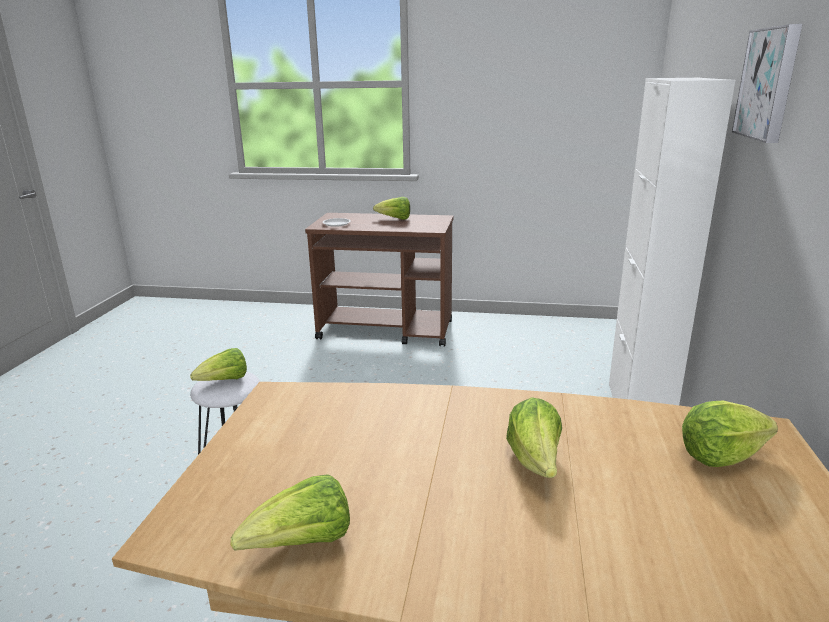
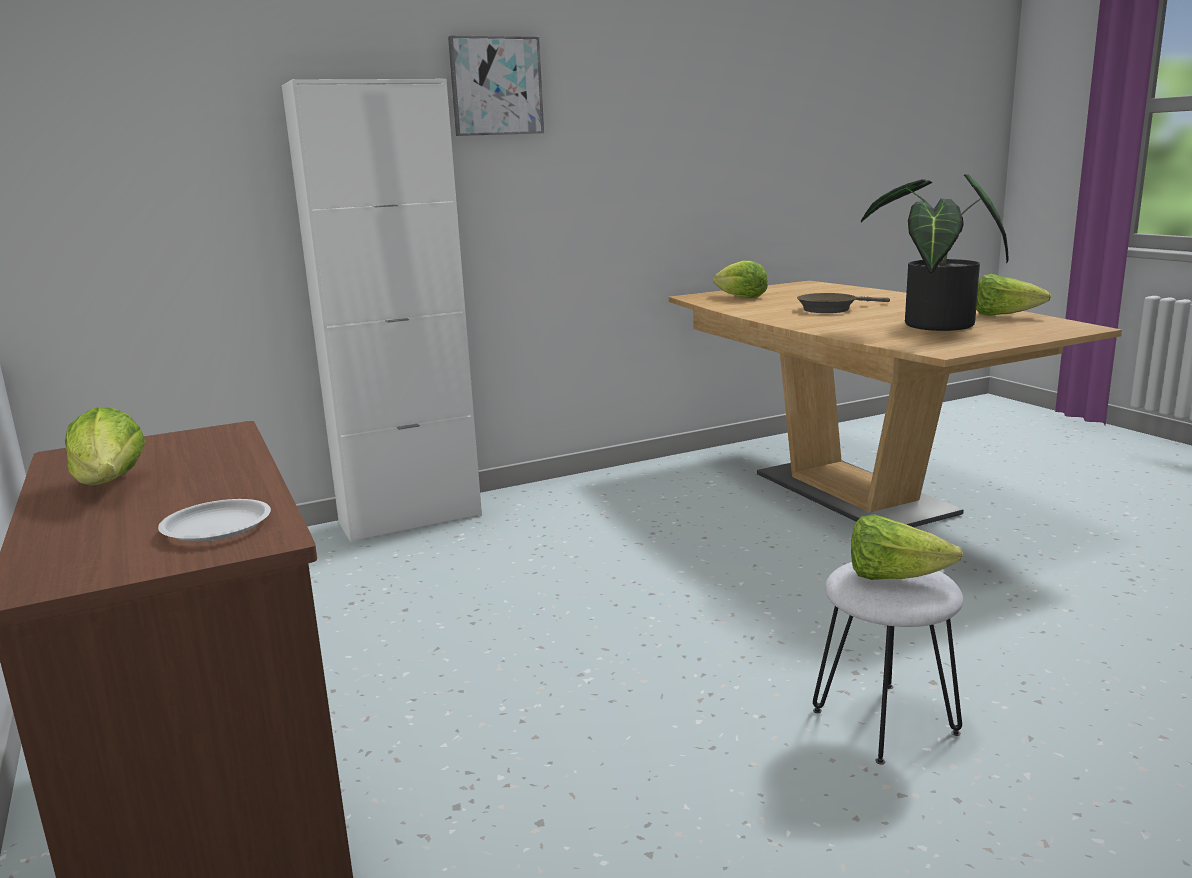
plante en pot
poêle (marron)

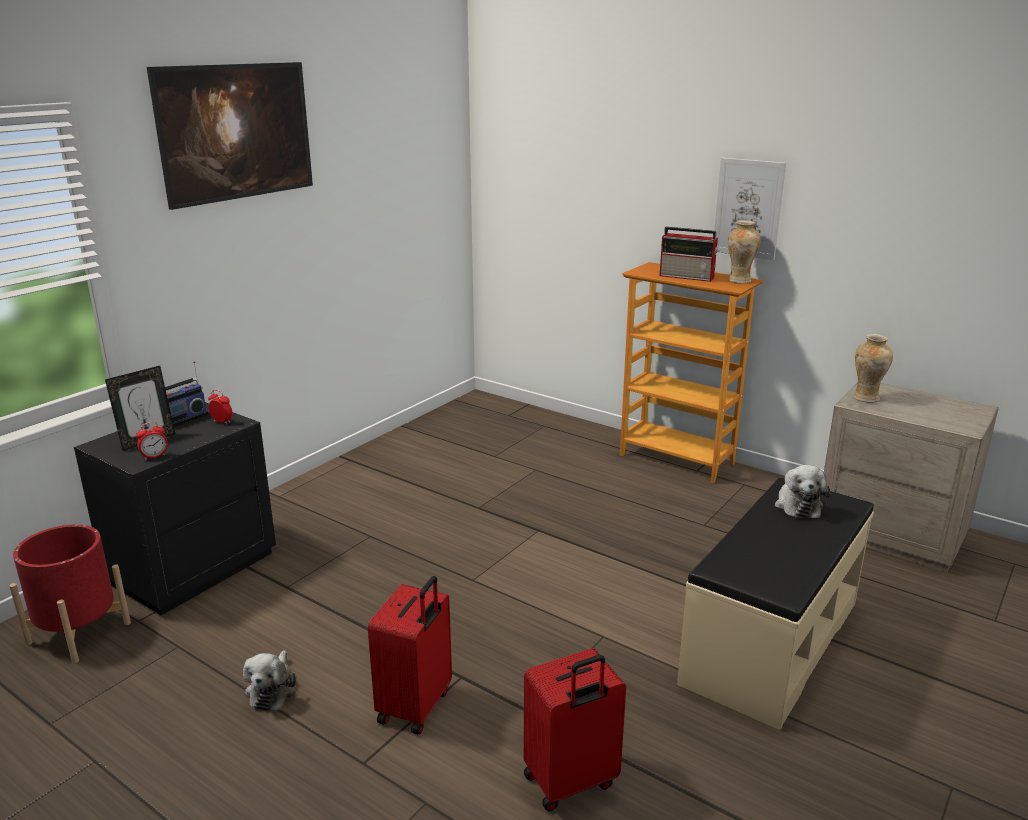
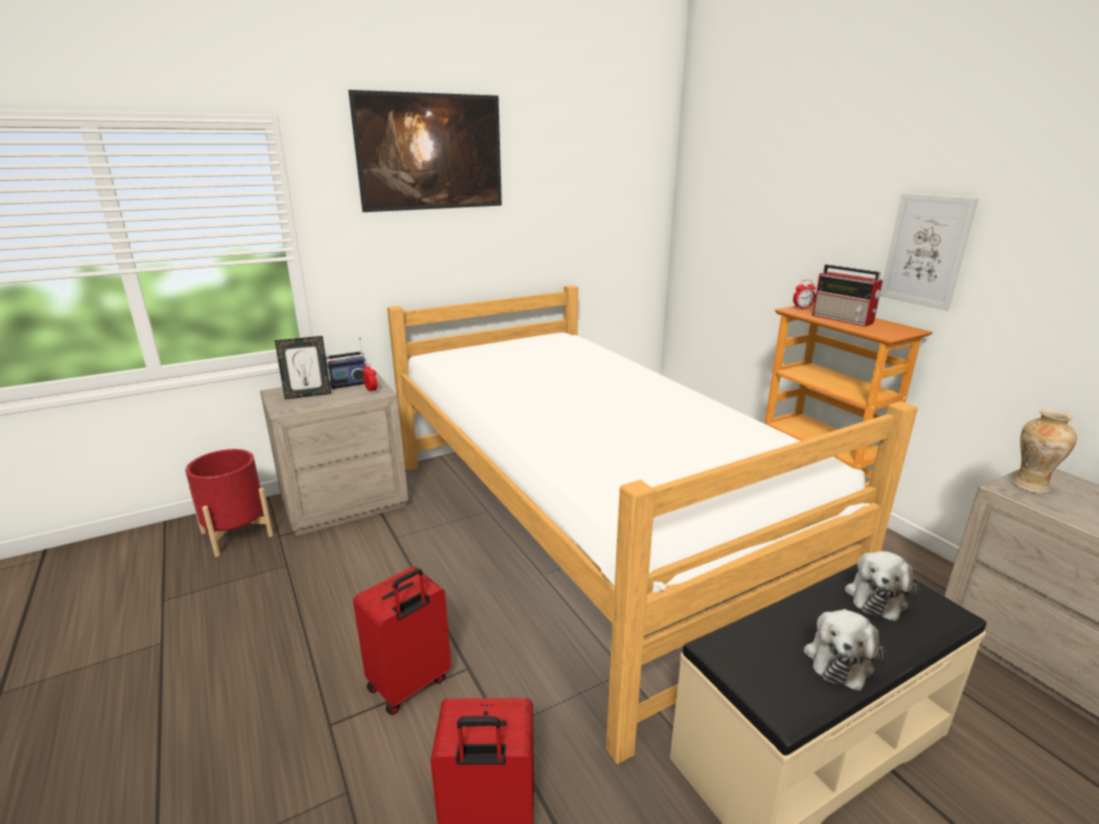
vase (1st from left in the first image)
lit
réveil (2nd from left)
peluche (1st from left)
table de chevet (beige) (1st from left)

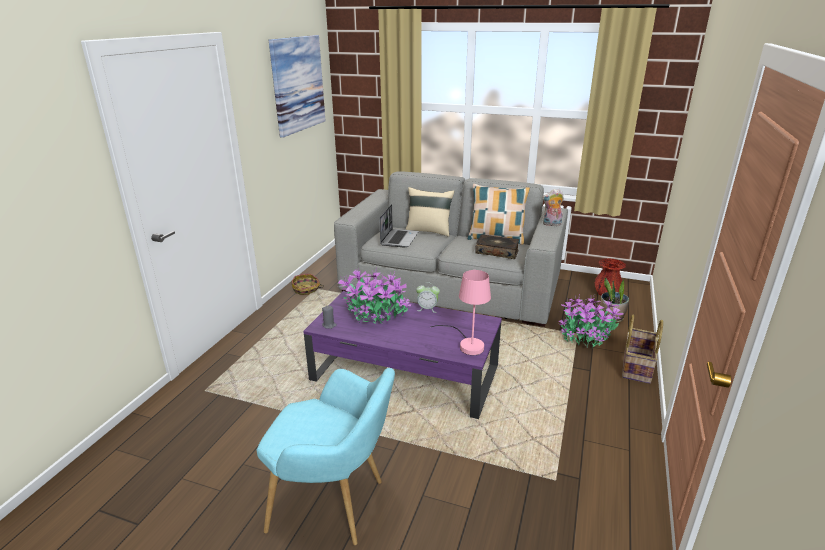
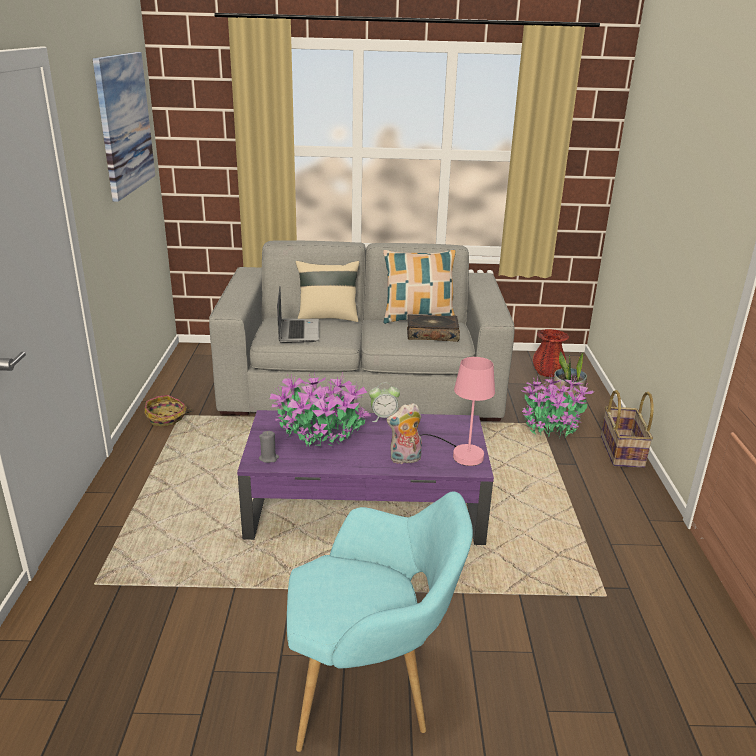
peluche

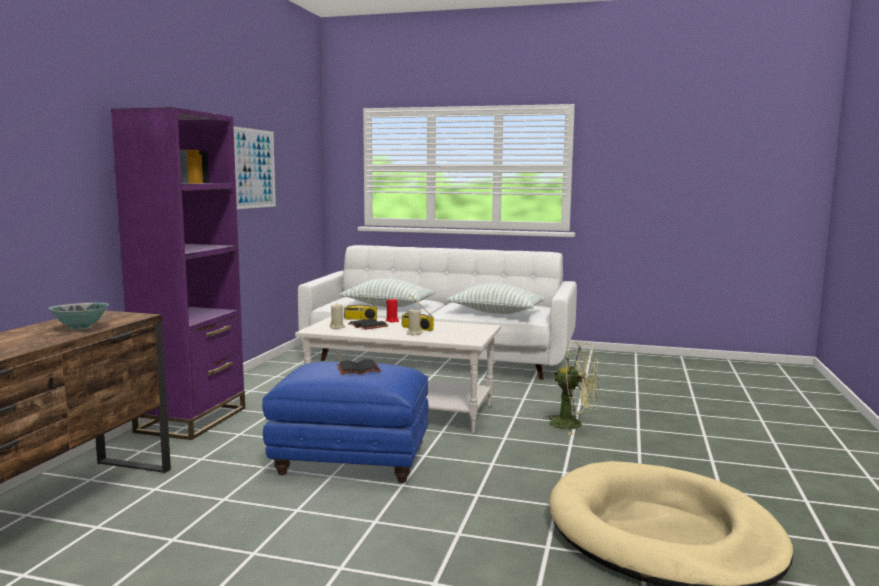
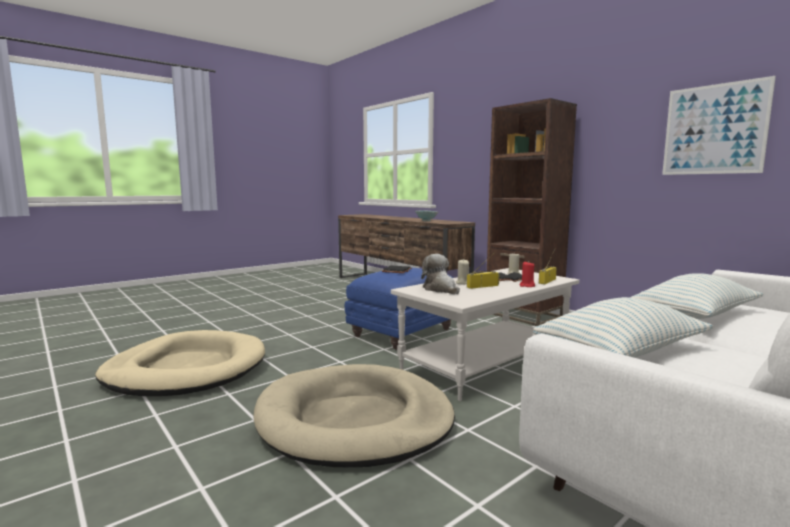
peluche
panier pour chien (beige) (2nd from left)
bibliothèque (marron)

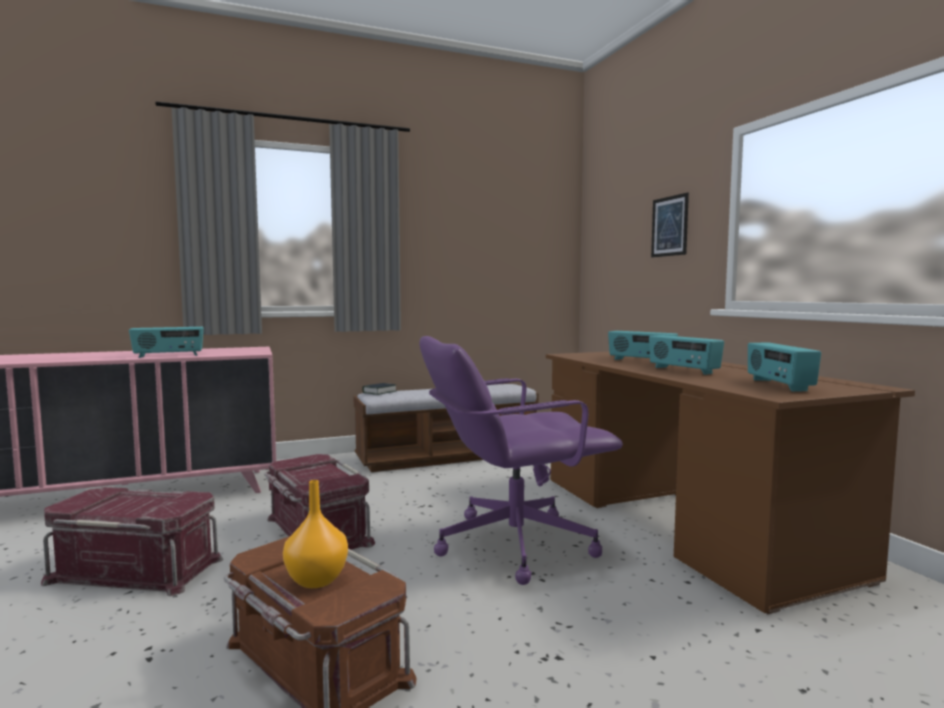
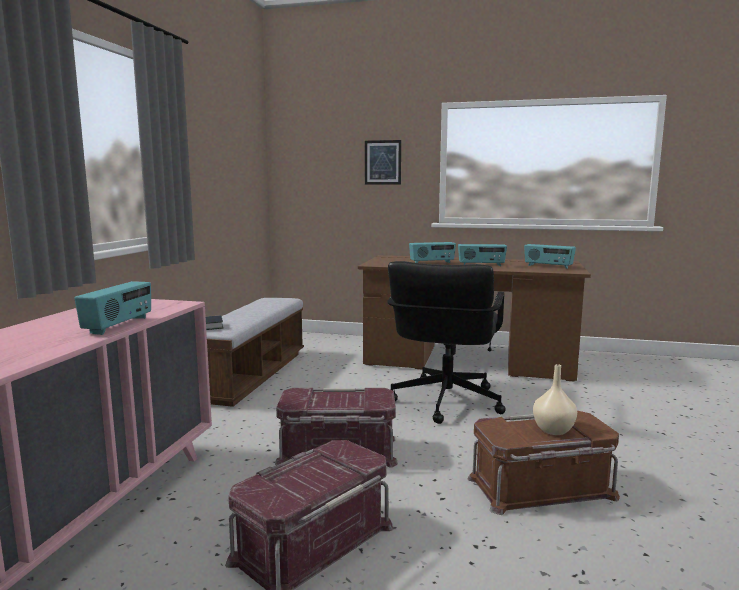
vase (beige)
chaise de bureau (noir)

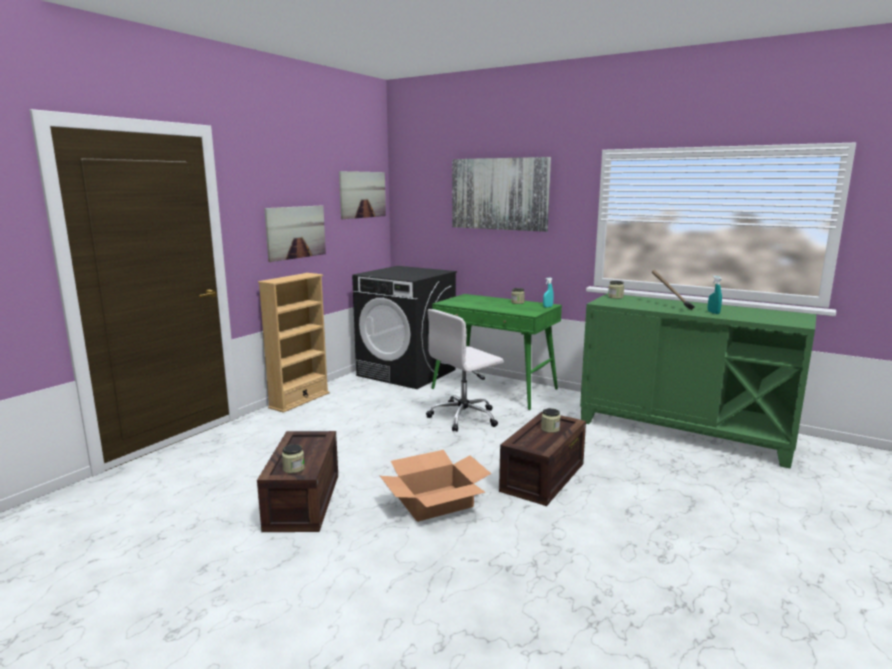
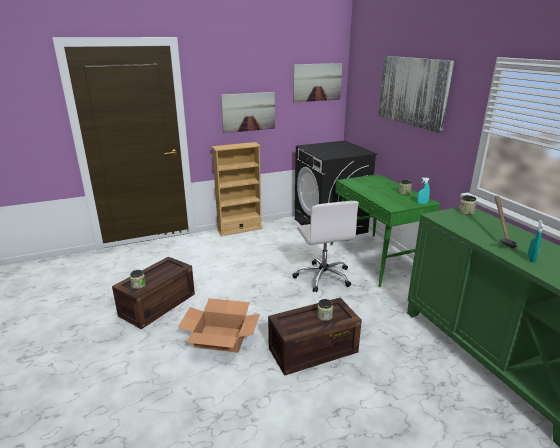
chaise de bureau (blanc)

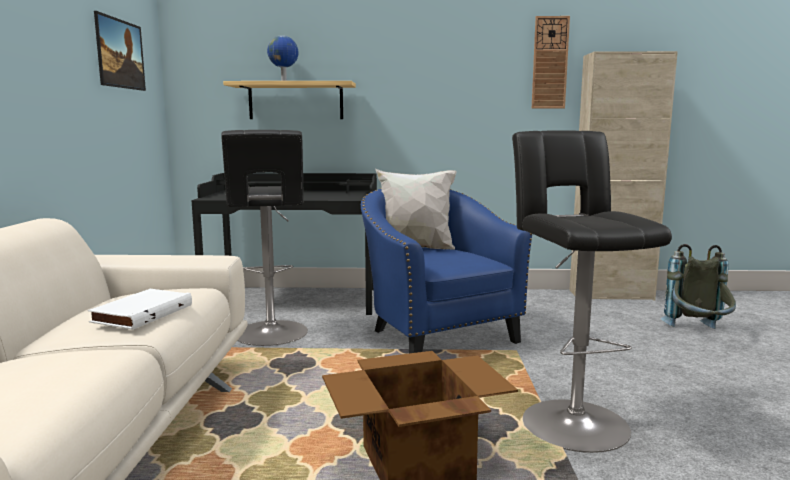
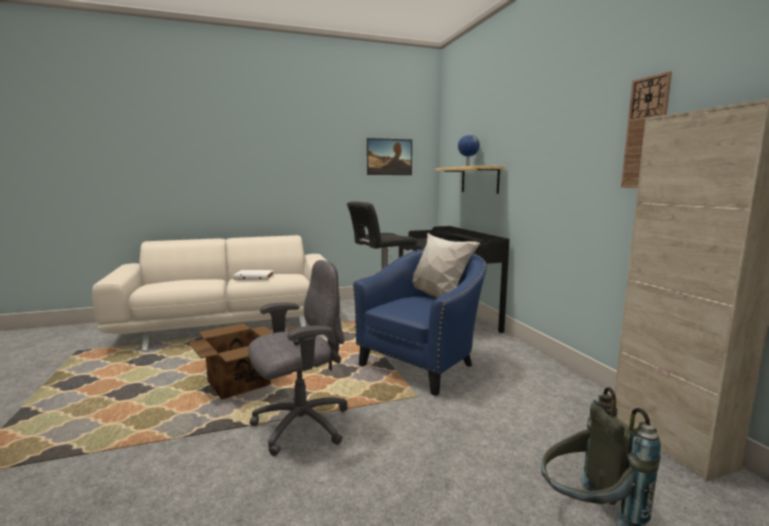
chaise de bureau (gris)

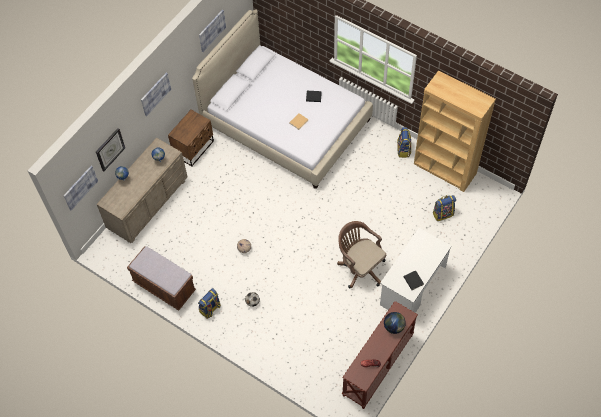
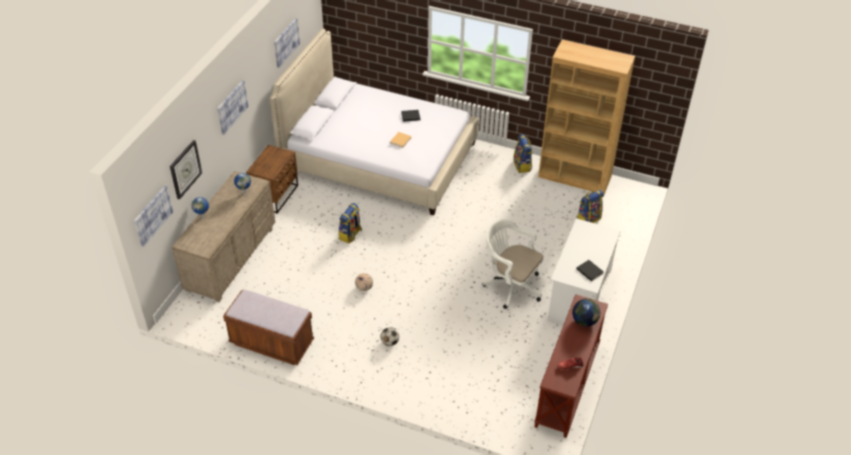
sac à dos (1st from left)
chaise de bureau (blanc)

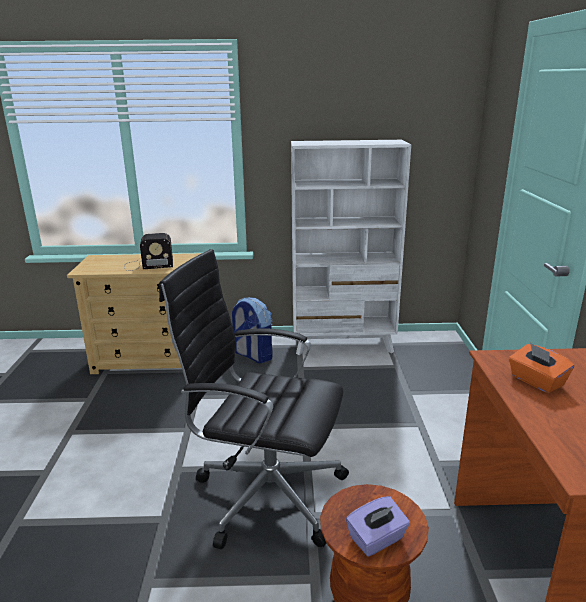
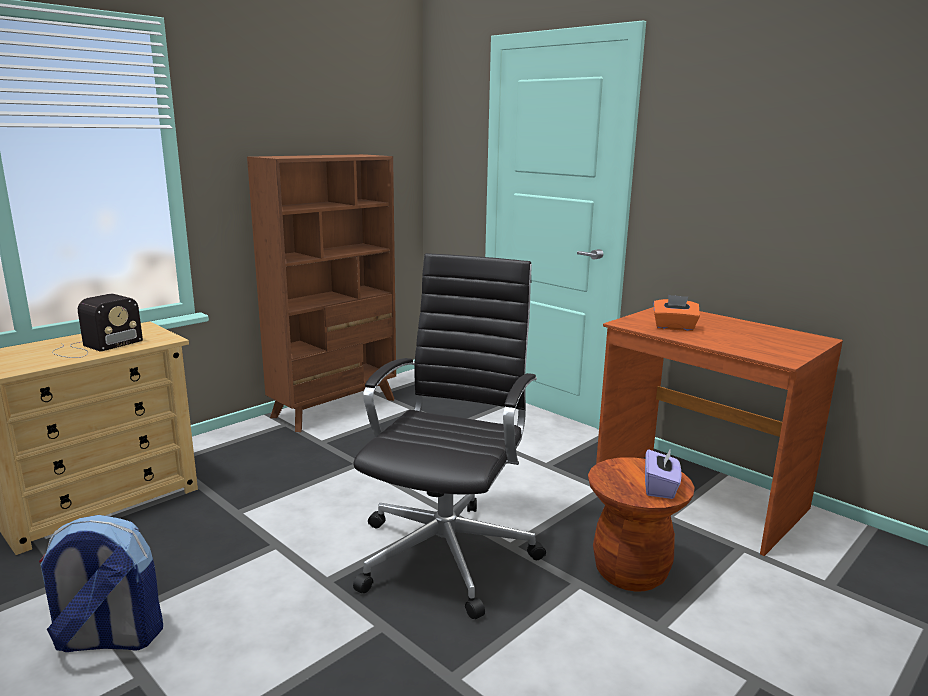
sac à dos
bibliothèque (marron)
chaise de bureau (noir)

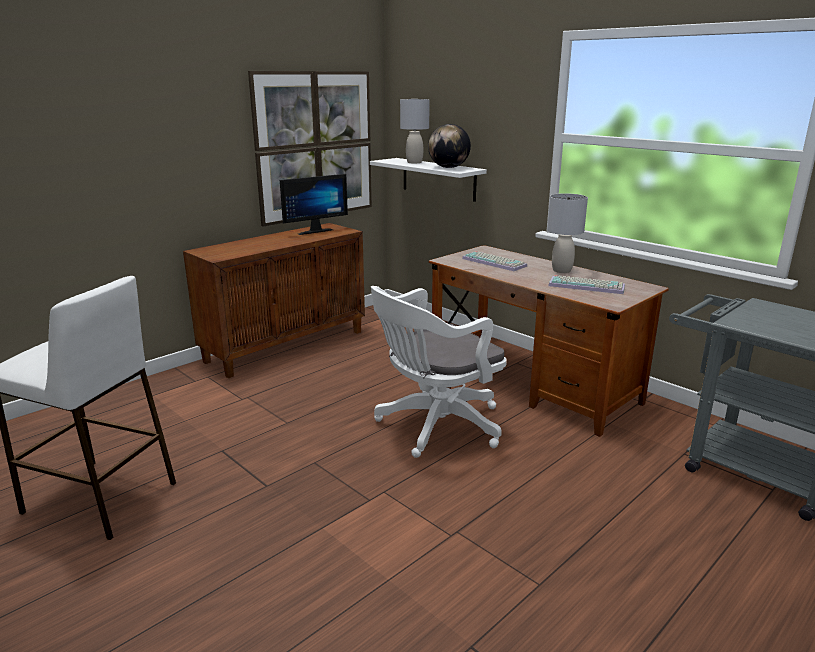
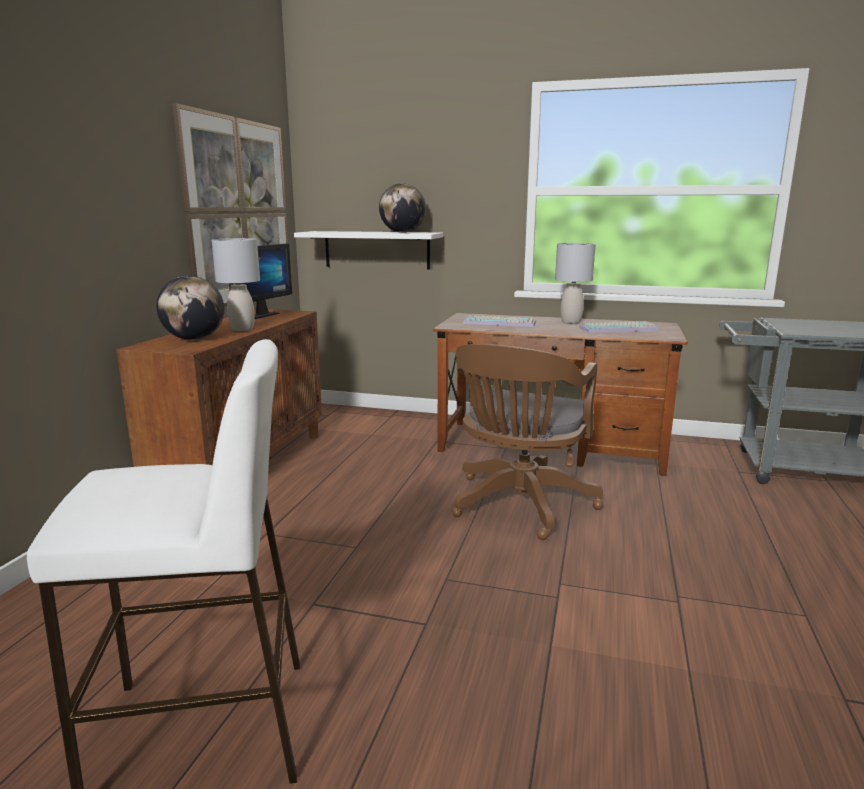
globe (1st from left)
lampe de table (gris) (1st from left)
chaise de bureau (marron)

